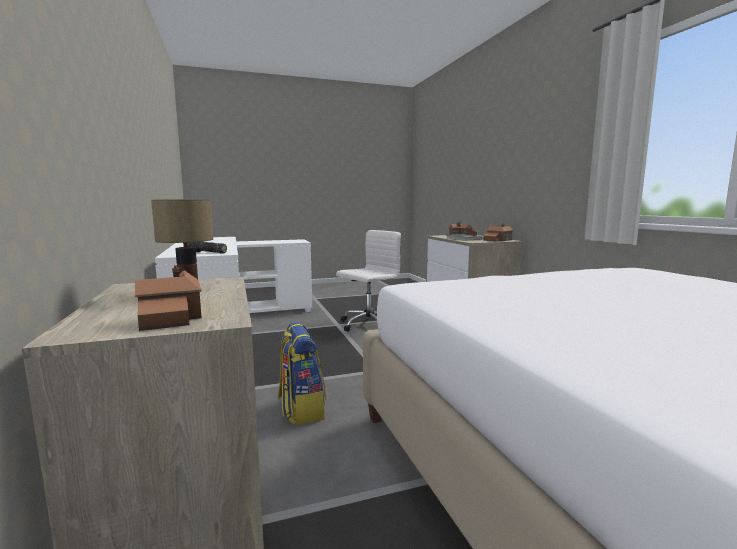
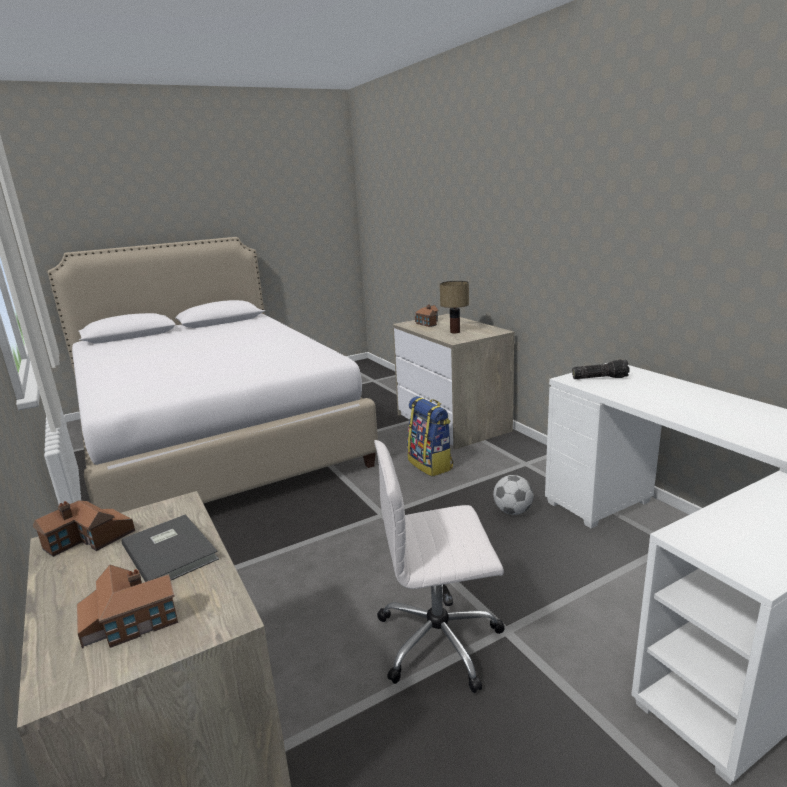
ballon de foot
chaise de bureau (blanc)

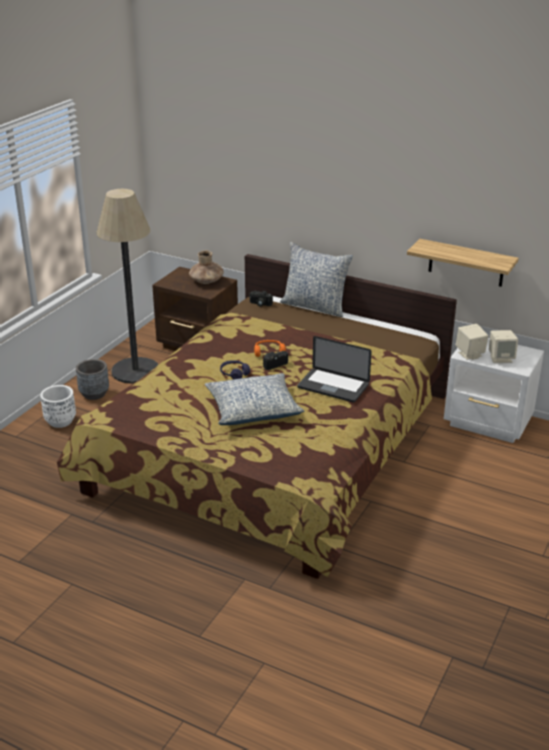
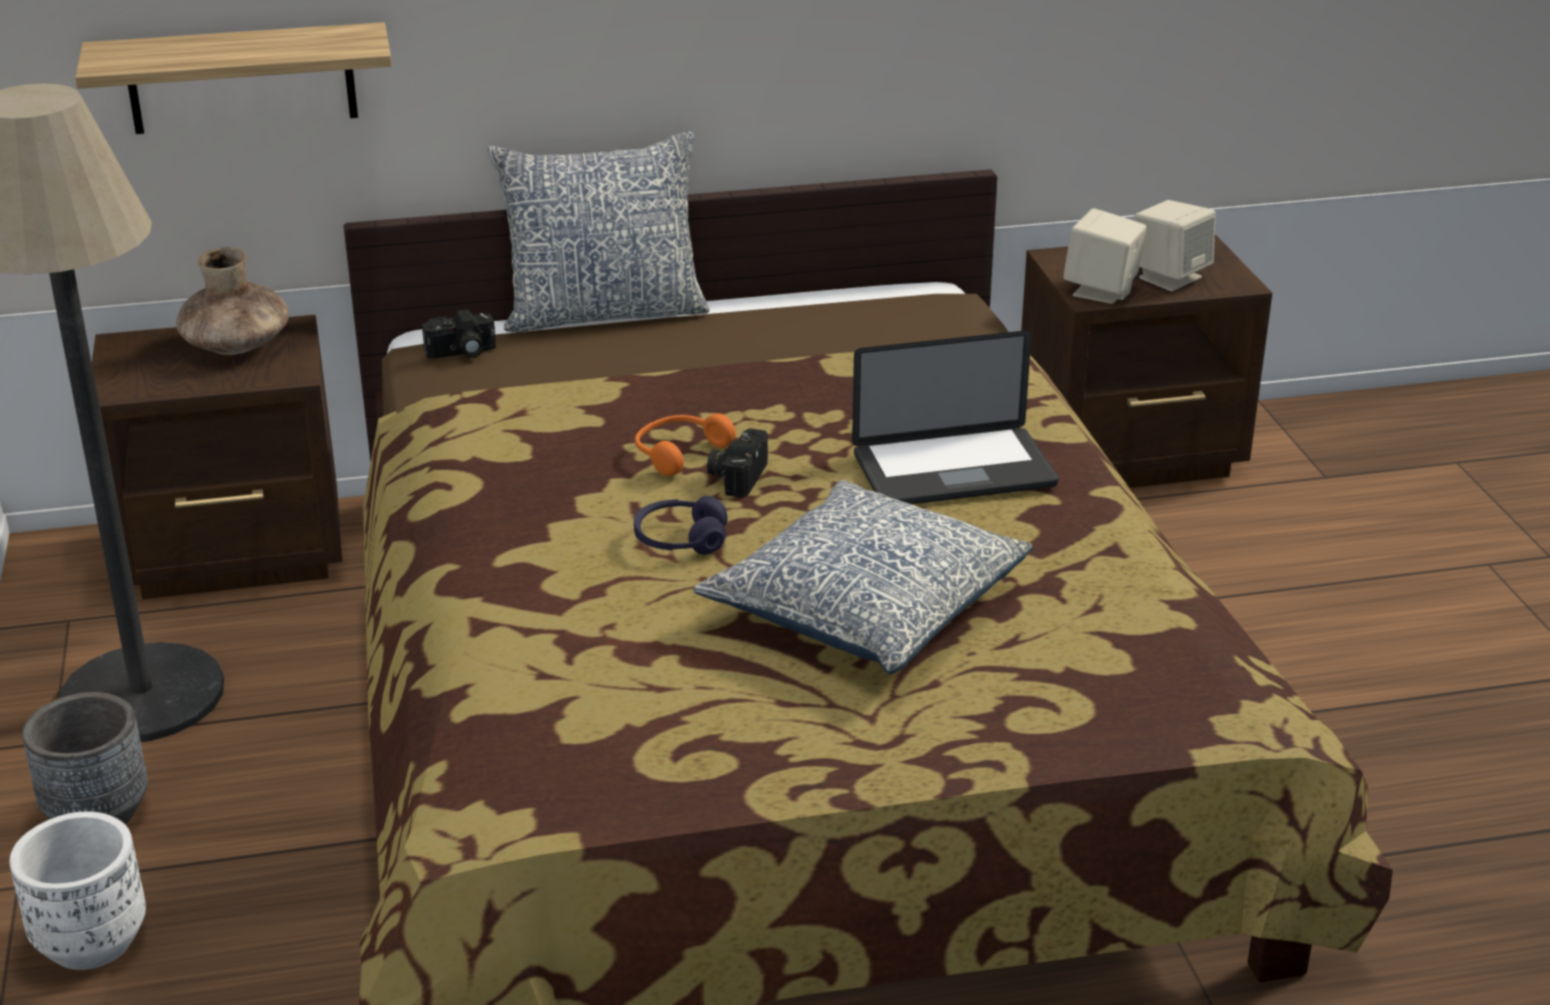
étagère
table de chevet (marron) (2nd from left)

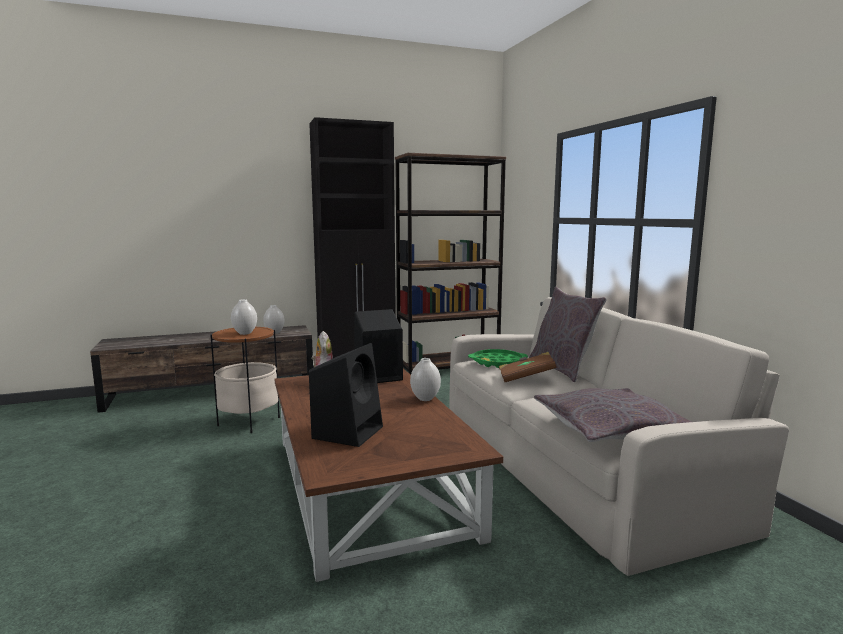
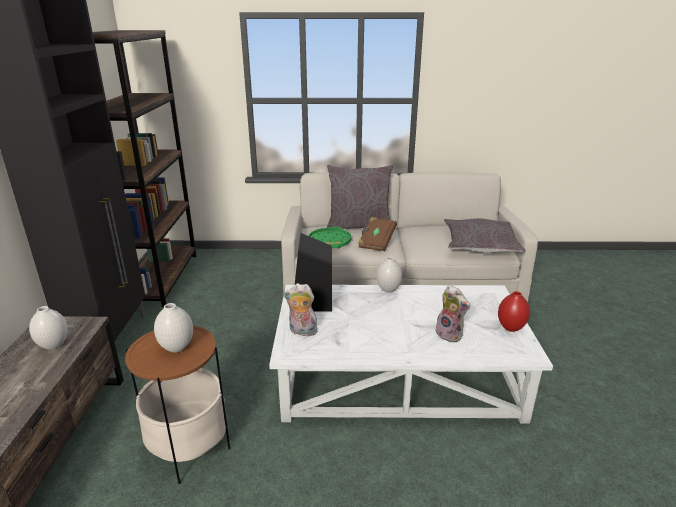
vase (rouge)
peluche (2nd from left)
table basse (blanc)

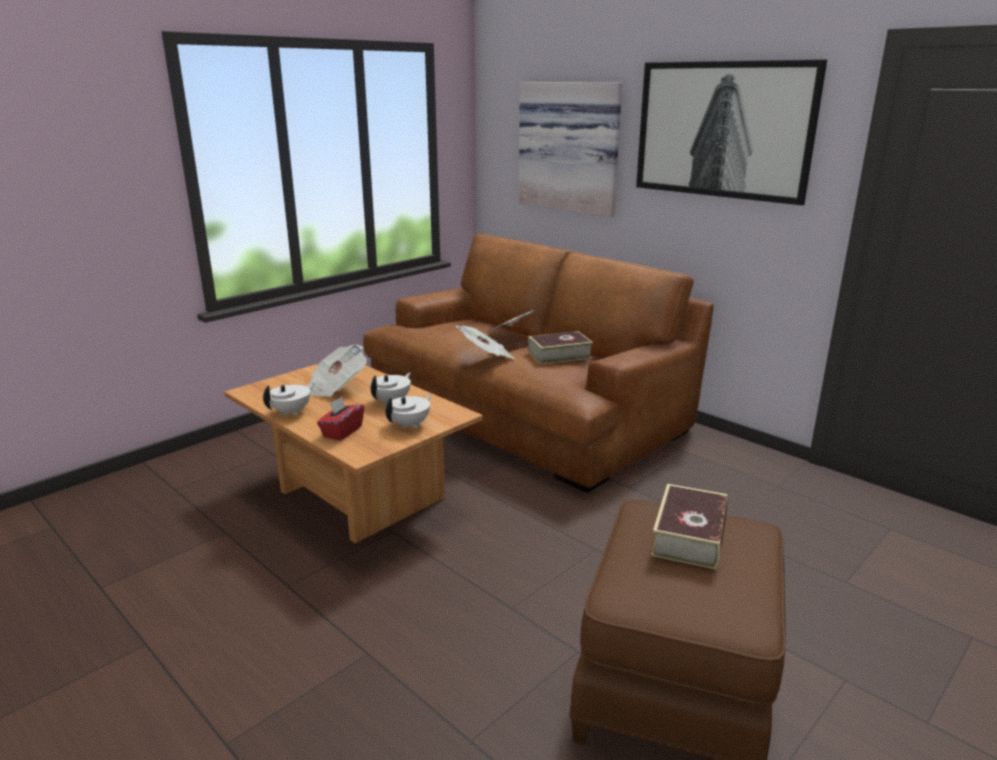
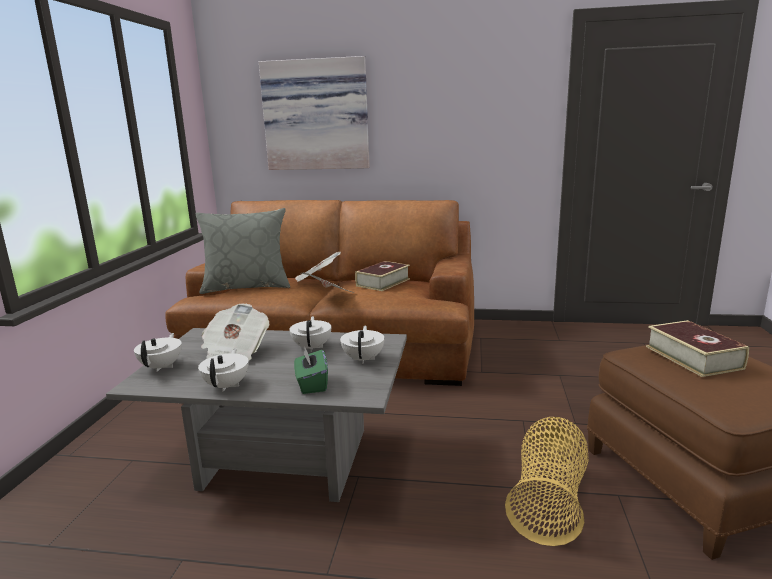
tableau (2nd from left in the first image)
théière (blanc) (1st from left)
coussin (gris)
panier
table basse (gris)
boîte à mouchoirs (vert)

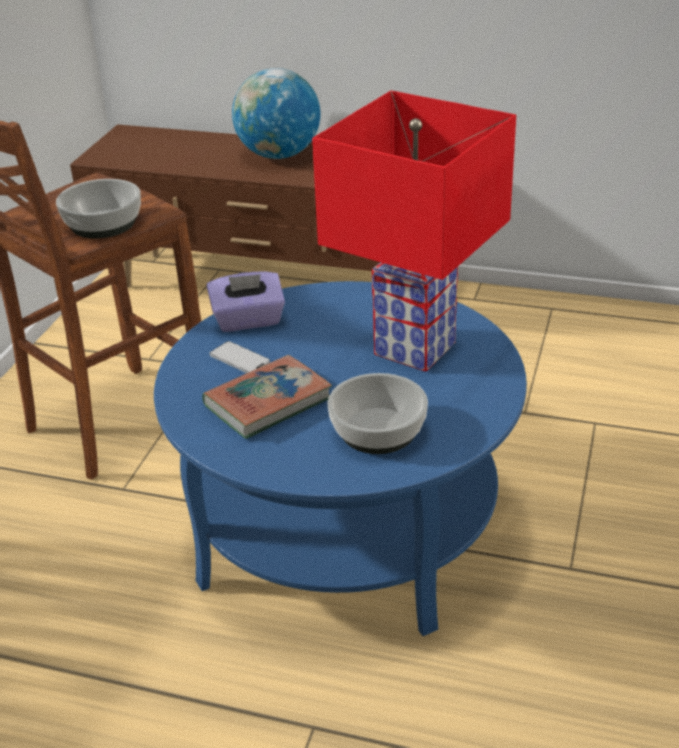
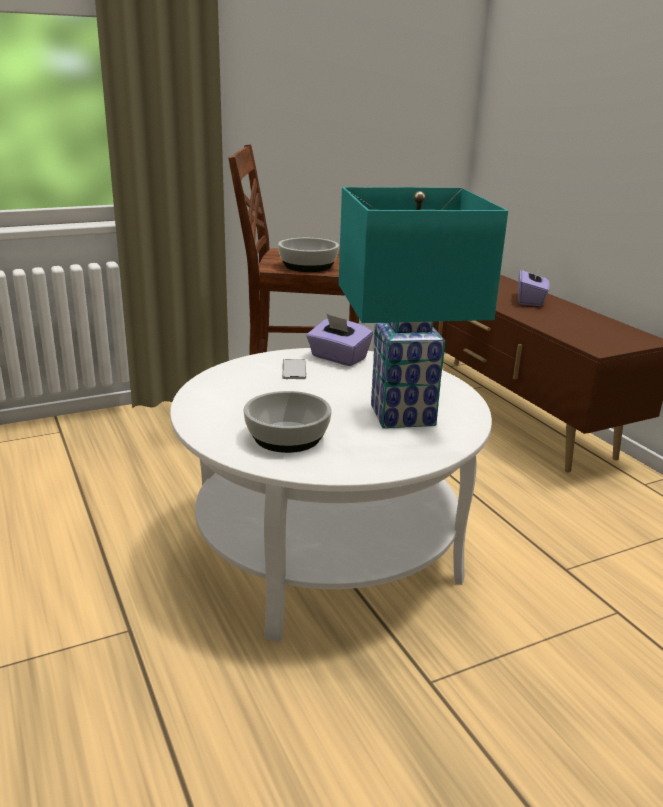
livre
boîte à mouchoirs (violet) (2nd from left)
table basse (blanc)
lampe de table (turquoise)

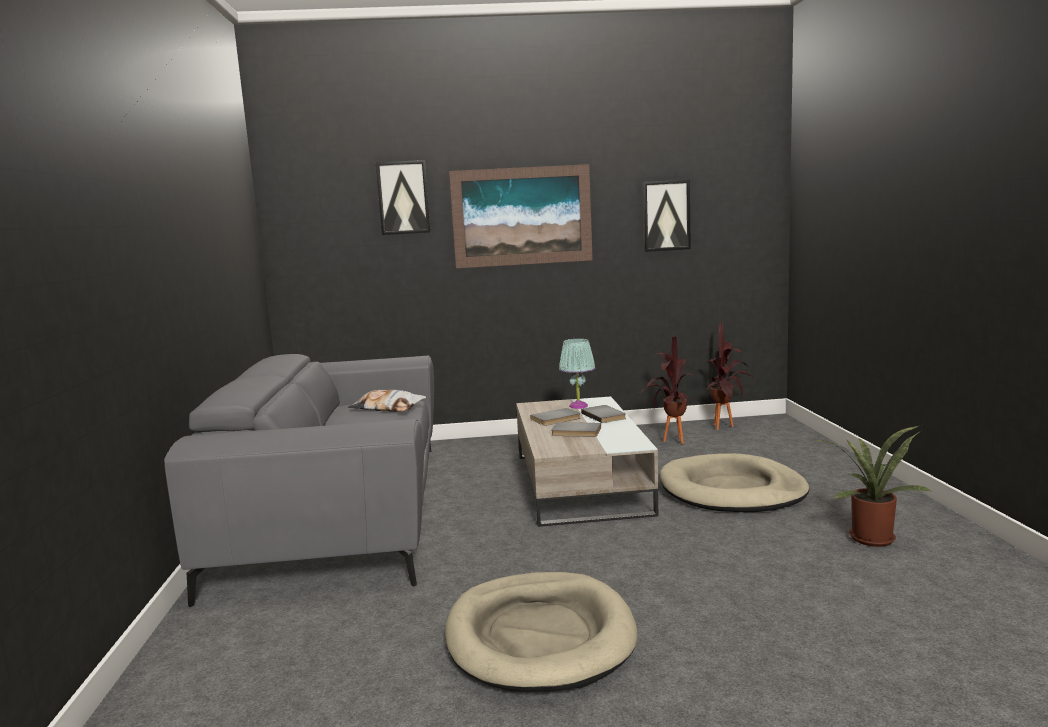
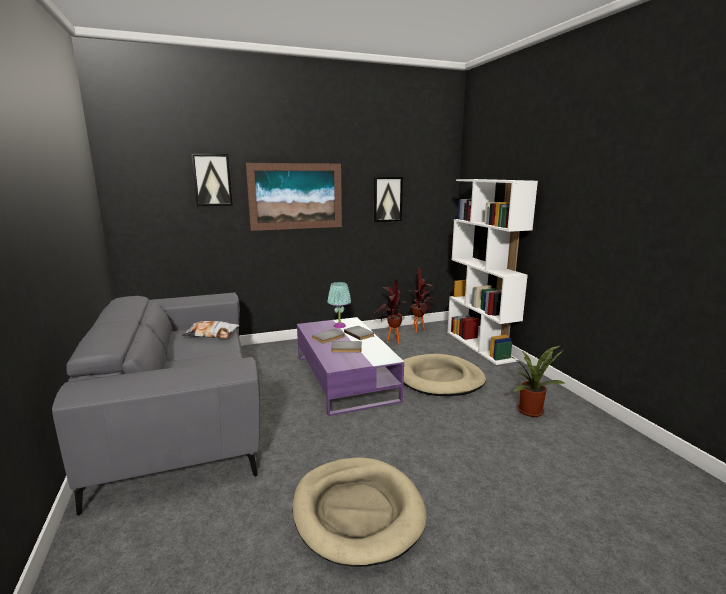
bibliothèque (blanc)
table basse (violet)

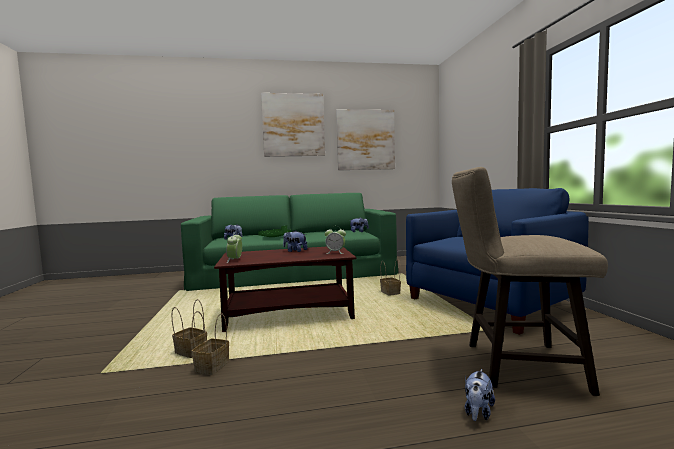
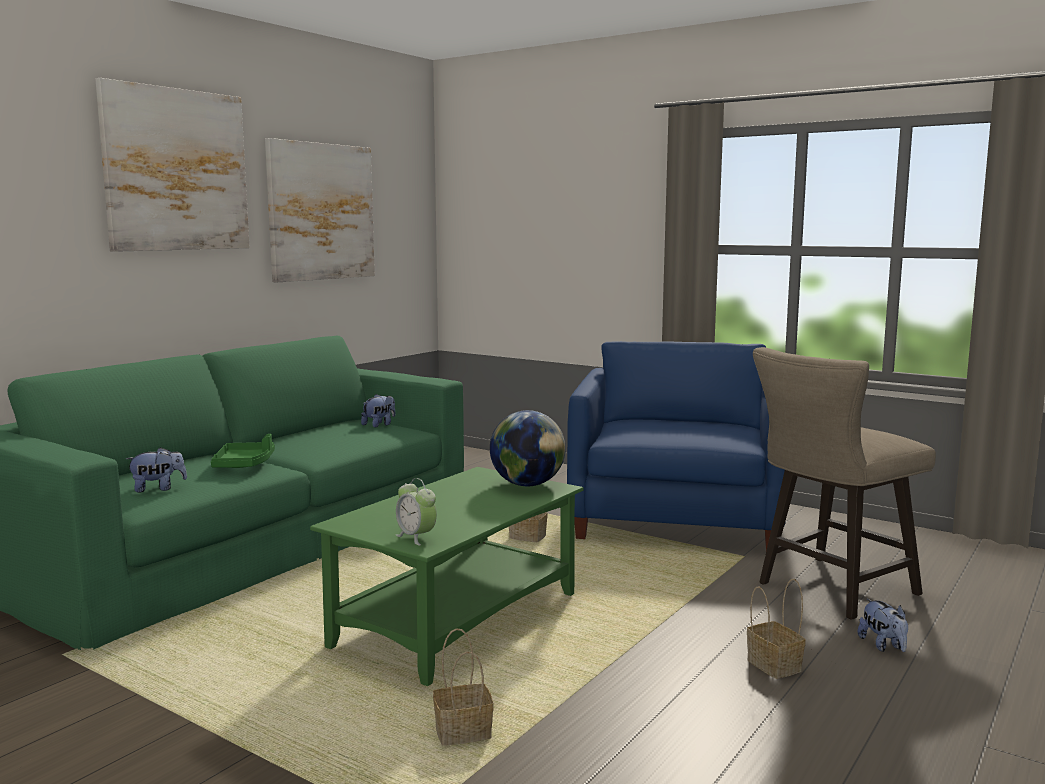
peluche (2nd from left in the first image)
panier (3rd from left)
globe
table basse (vert)

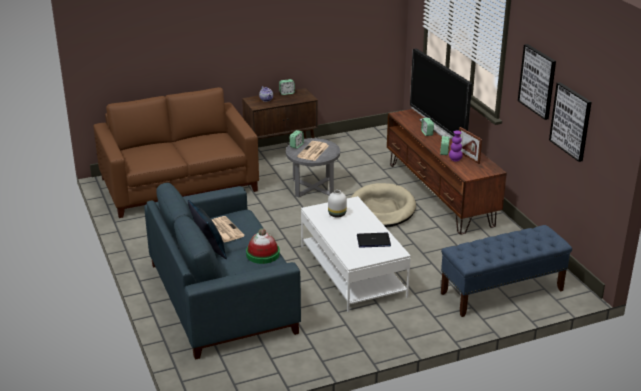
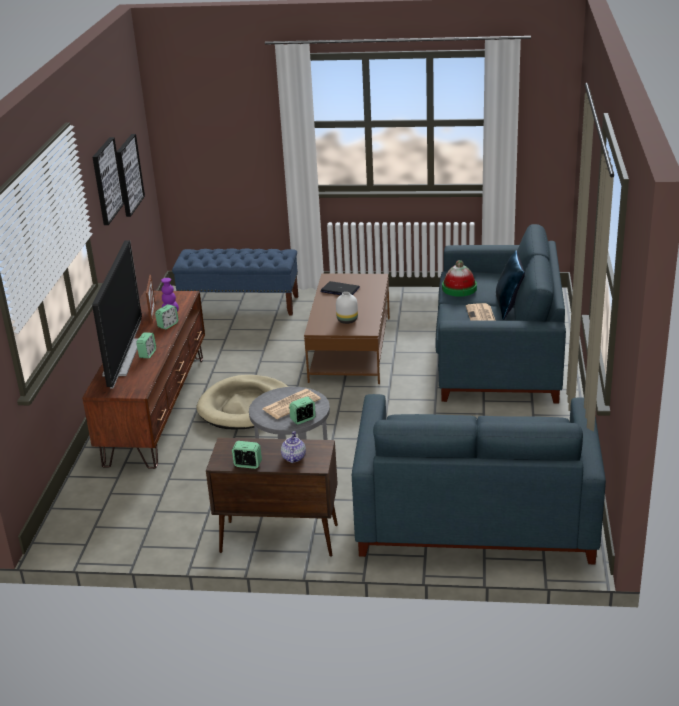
canapé (bleu) (1st from left)
table basse (marron)

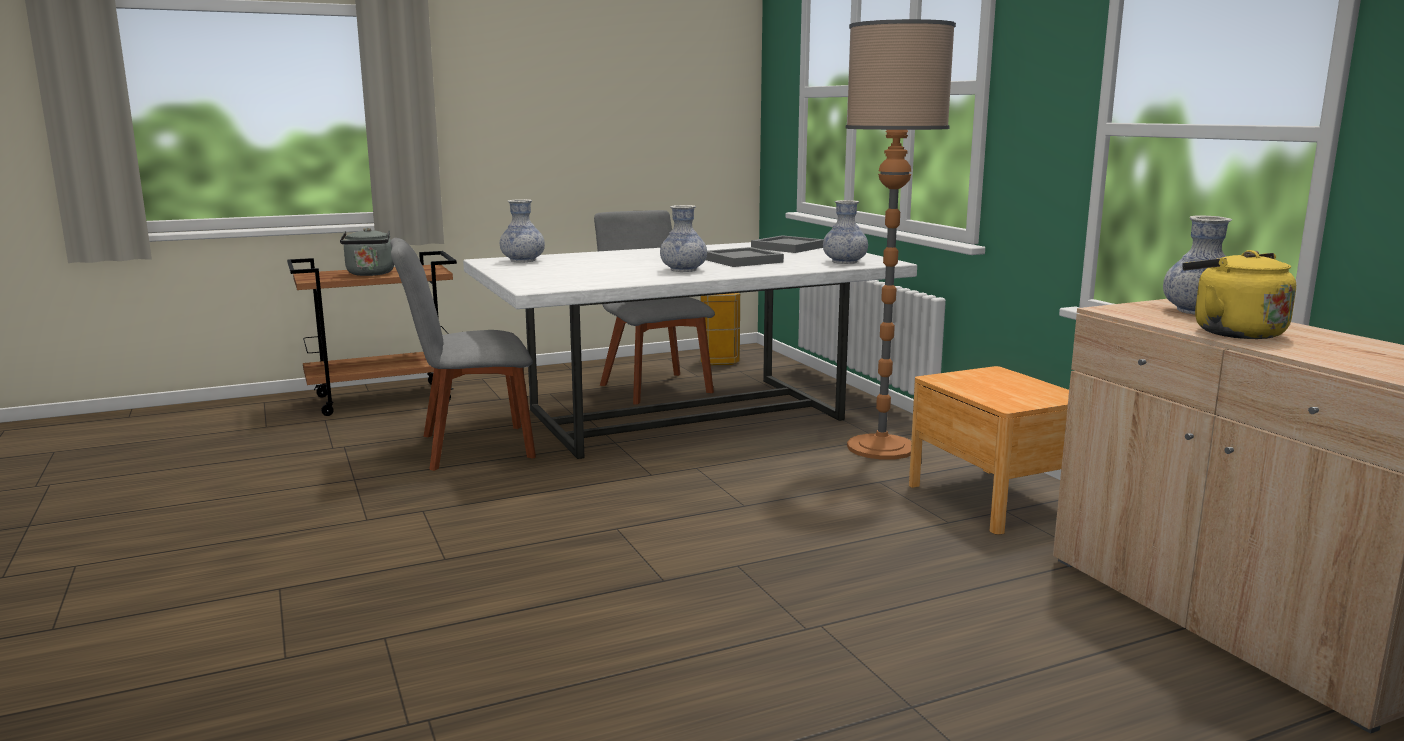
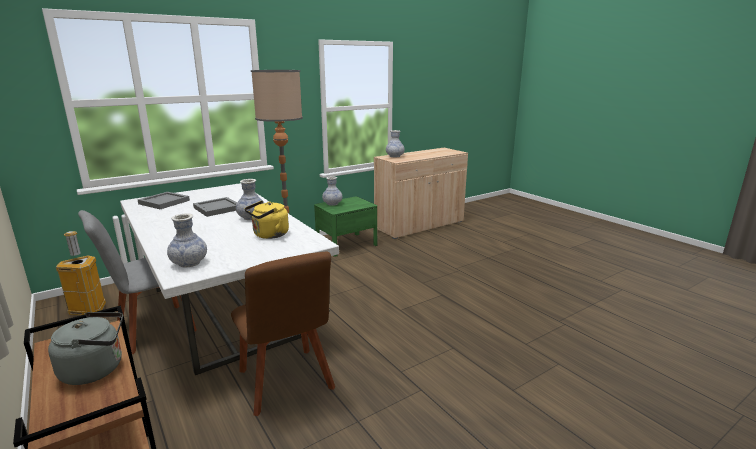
vase (3rd from left)
bouilloire (jaune)
chaise (marron)
table de chevet (vert)

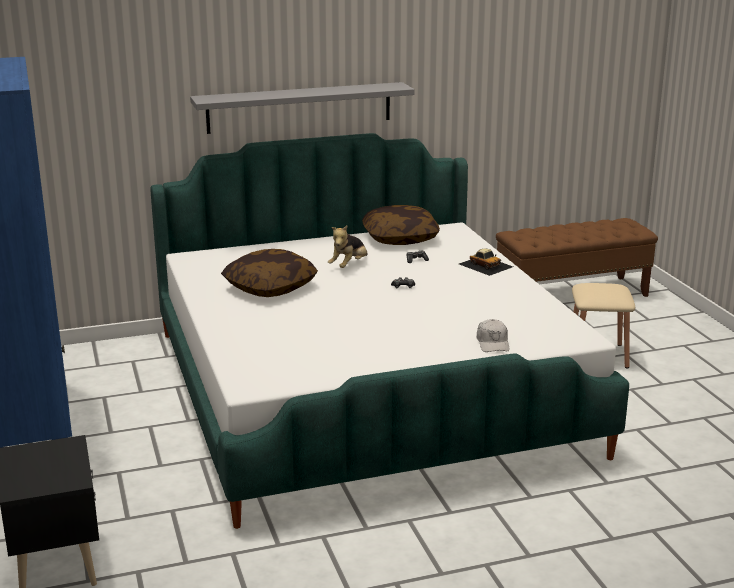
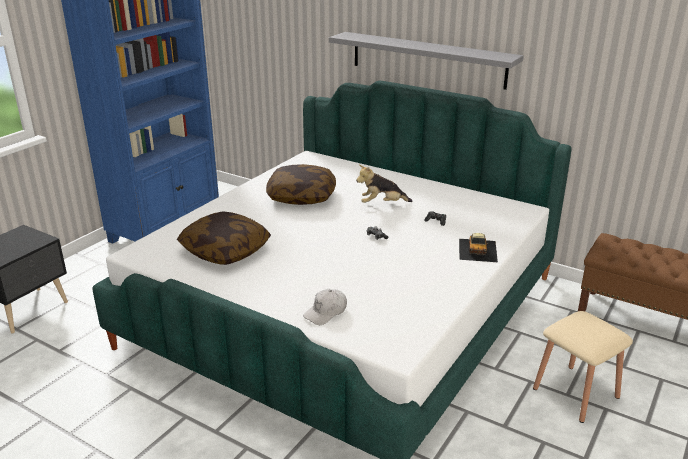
coussin (1st from left)

